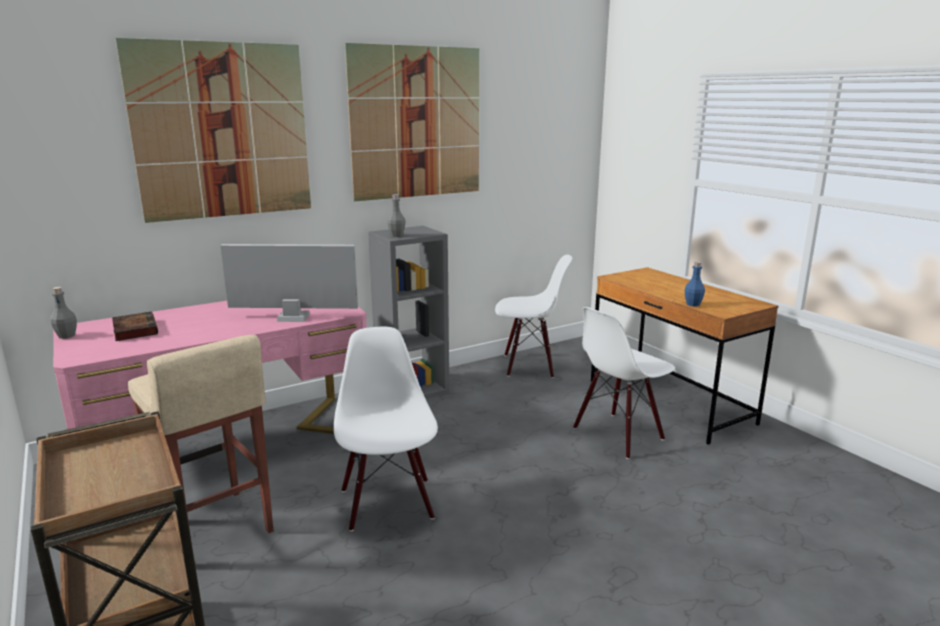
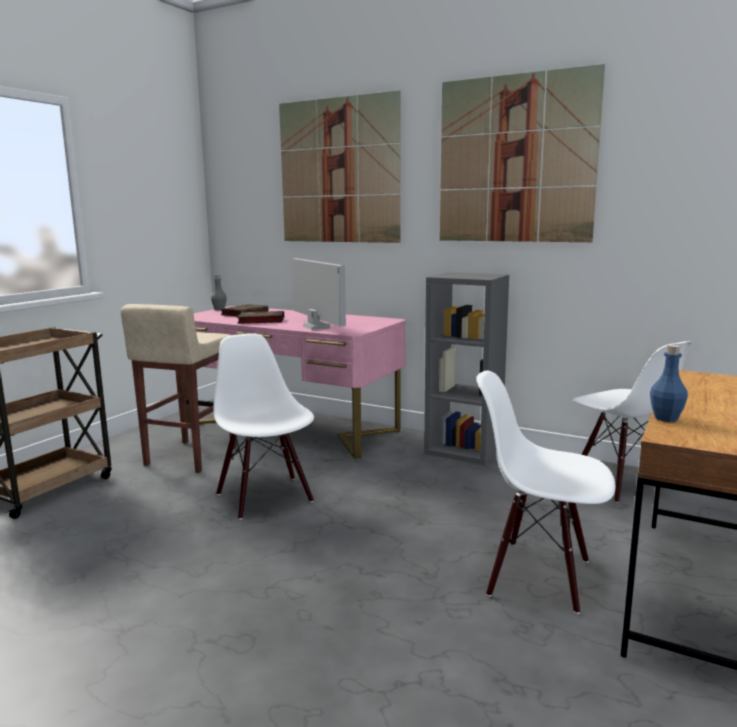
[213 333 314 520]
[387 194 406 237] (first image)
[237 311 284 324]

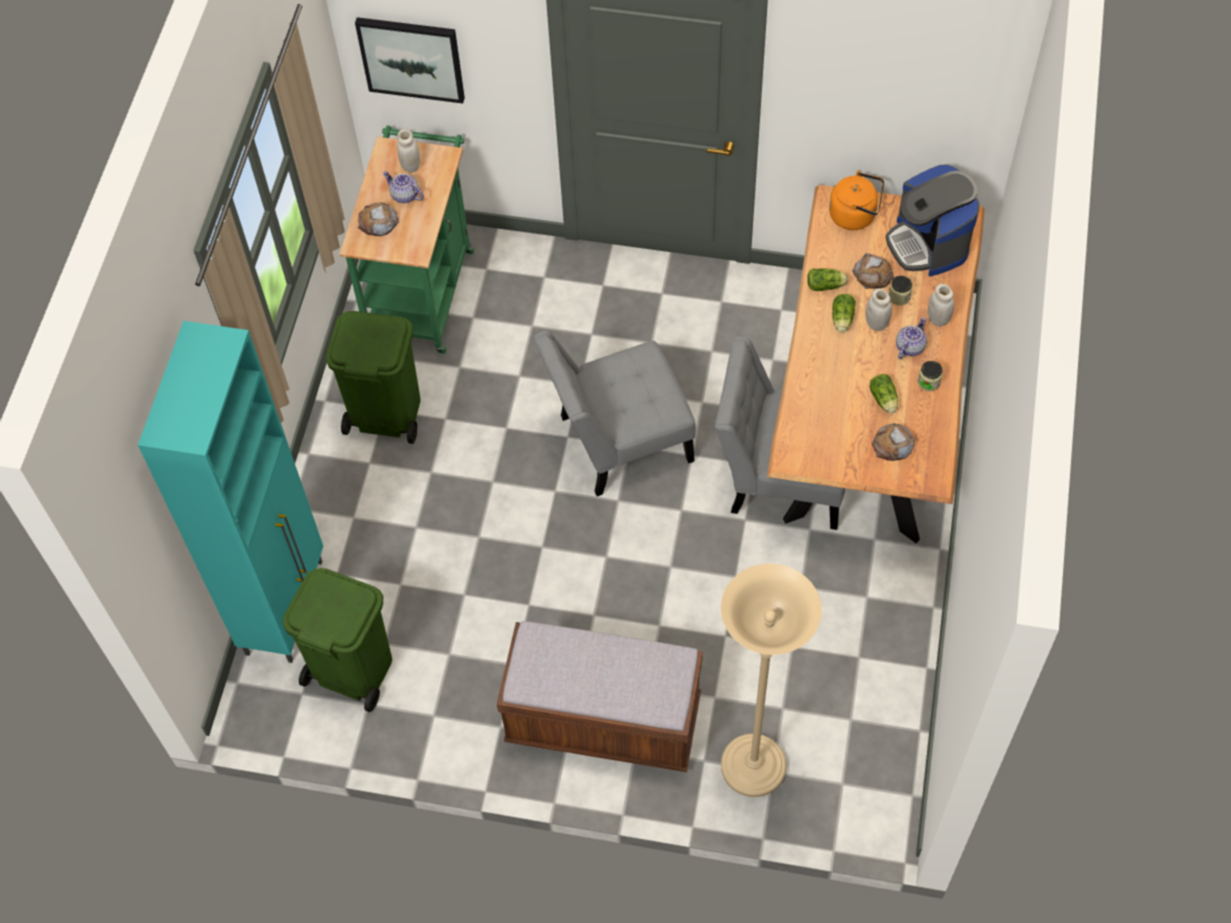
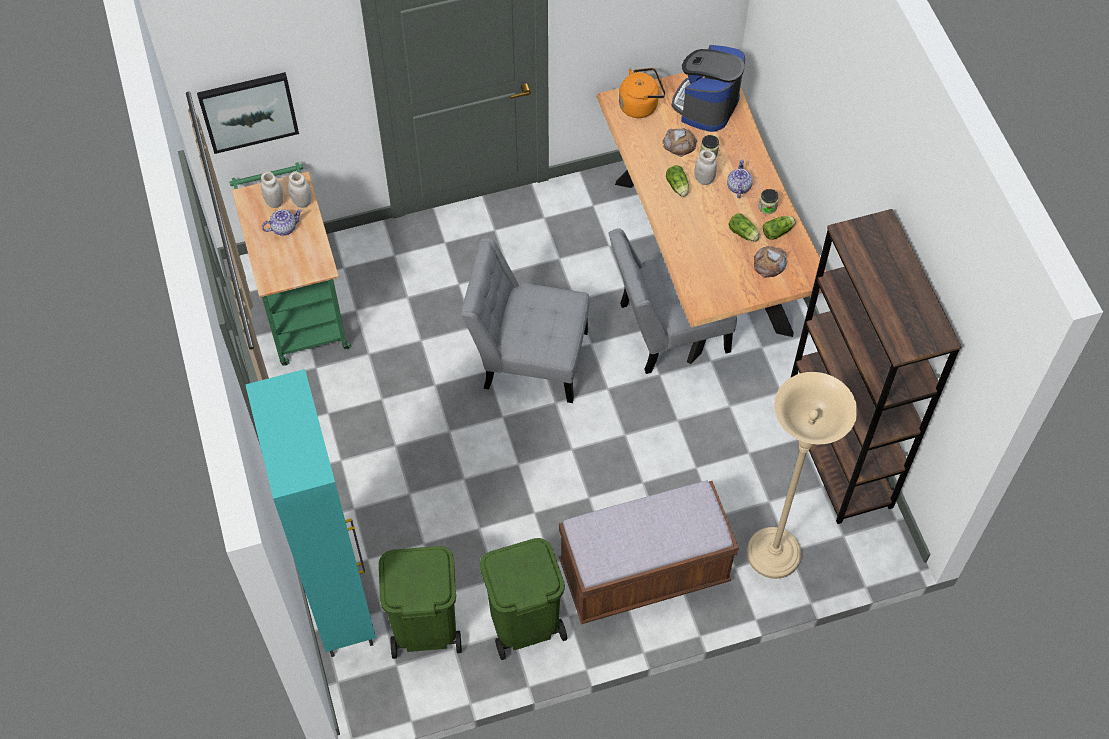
[480 538 567 660]
[358 202 399 236] (first image)
[262 209 302 236]
[461 238 590 403]
[763 216 796 240]
[671 45 745 132]
[288 172 312 208]
[790 209 962 524]

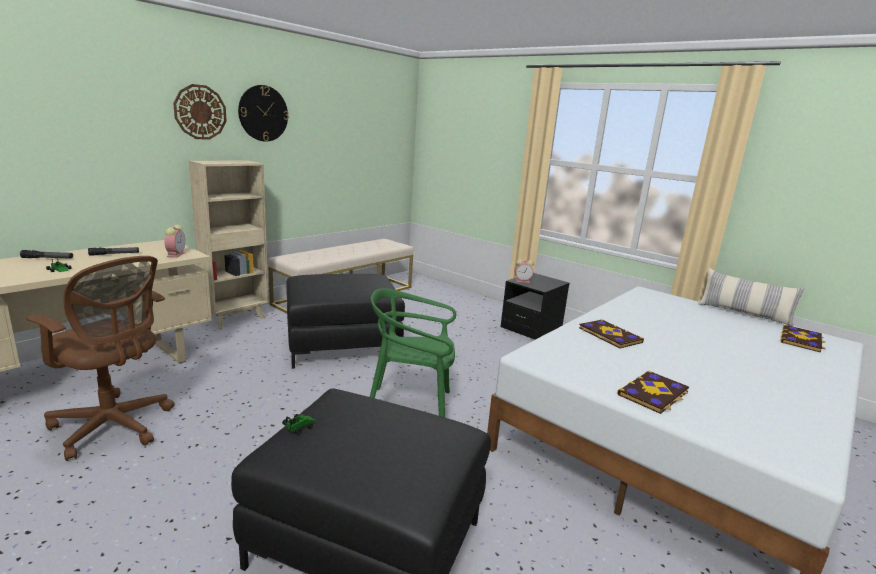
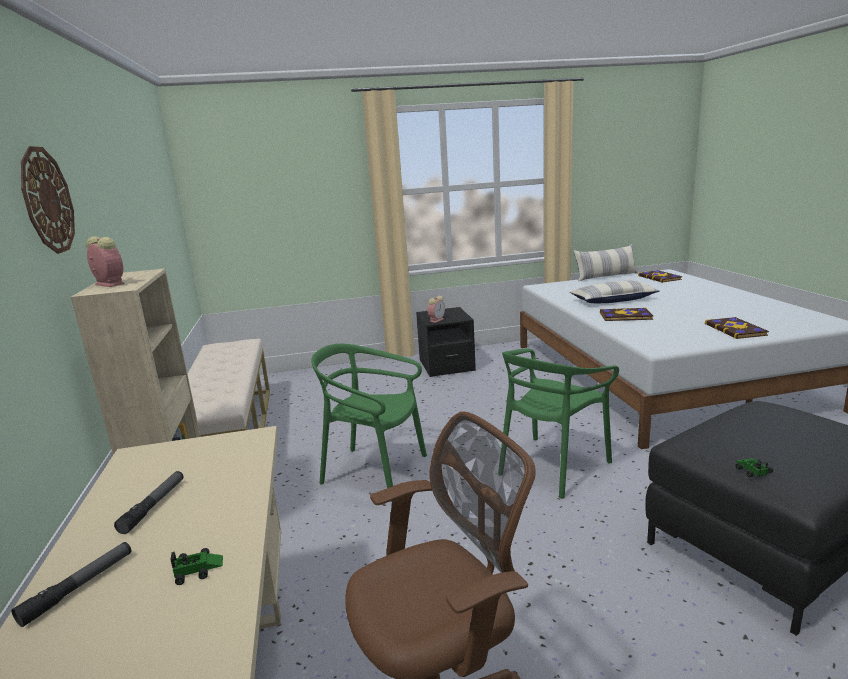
[86 236 125 287]
[238 85 289 142] (first image)
[311 344 427 502]
[570 281 660 303]

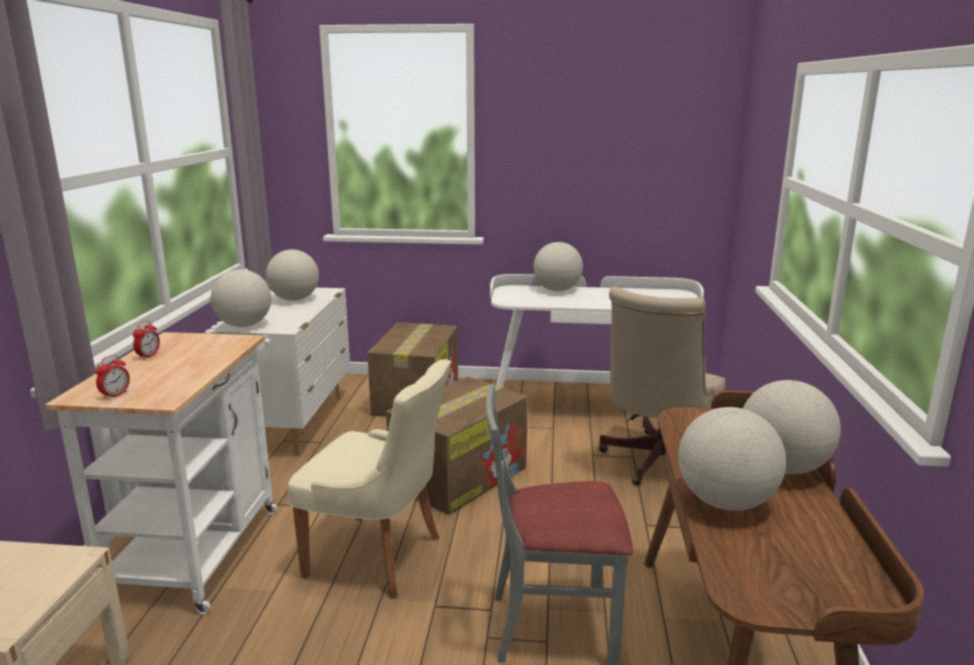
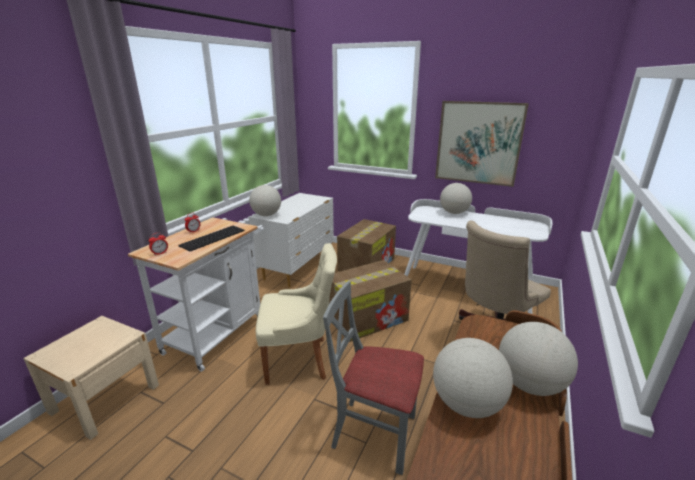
[266 249 319 301] (first image)
[256 243 337 385]
[178 225 245 252]
[435 101 529 187]

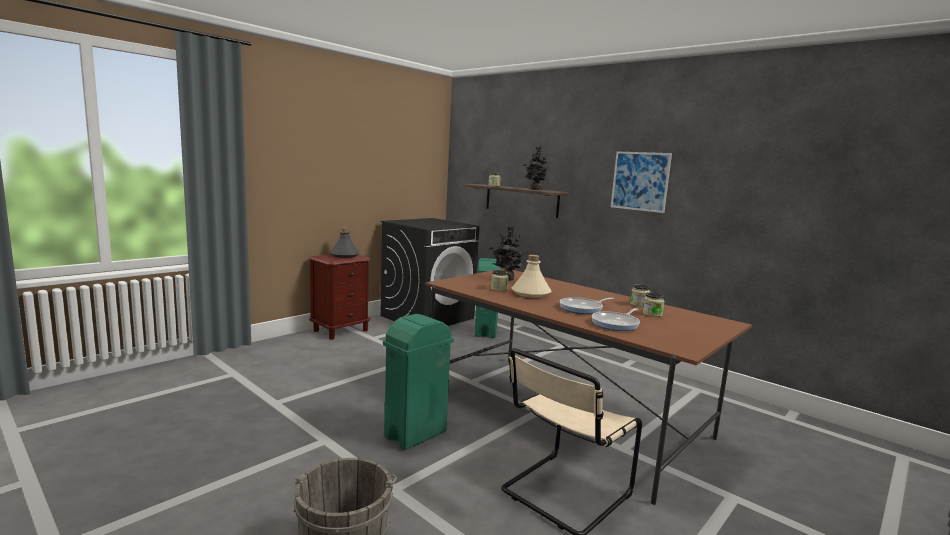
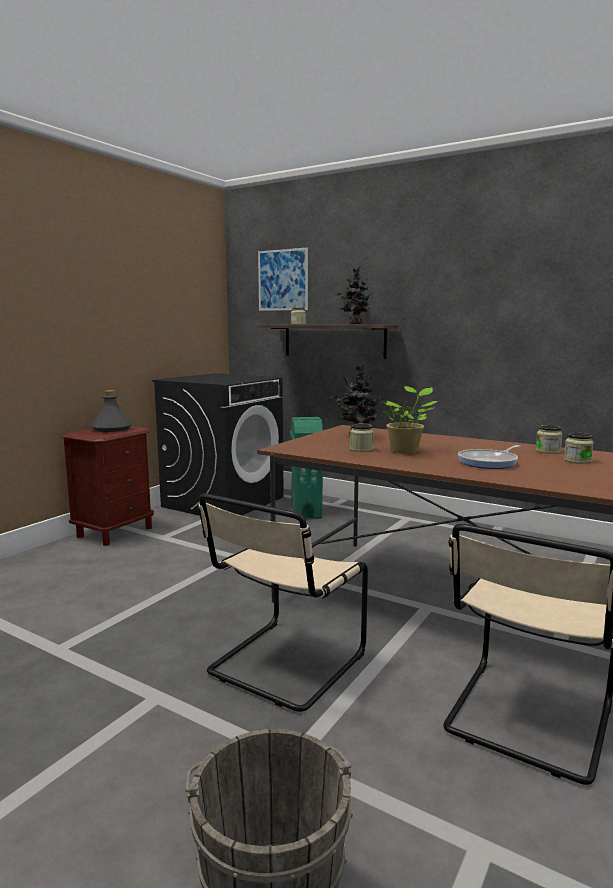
[198 493 368 712]
[381 386 437 454]
[592 308 640 331] (first image)
[258 248 308 311]

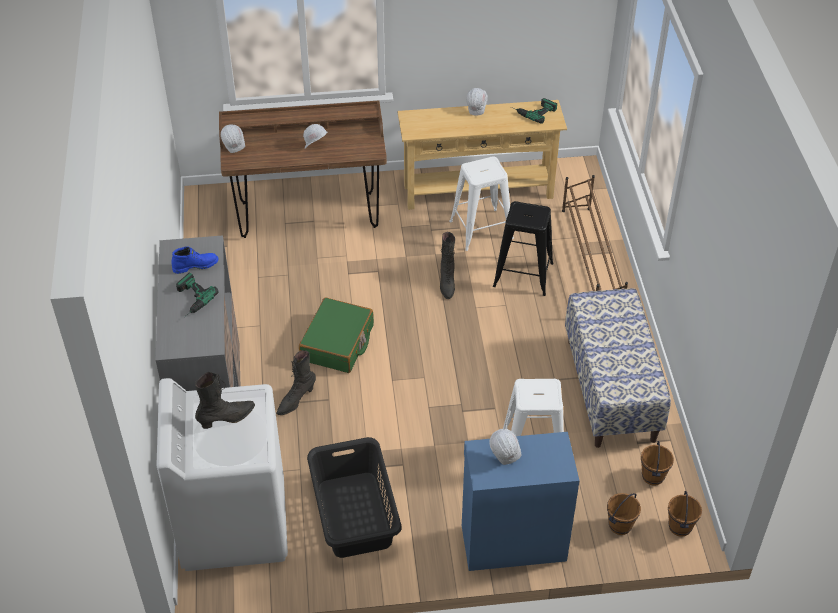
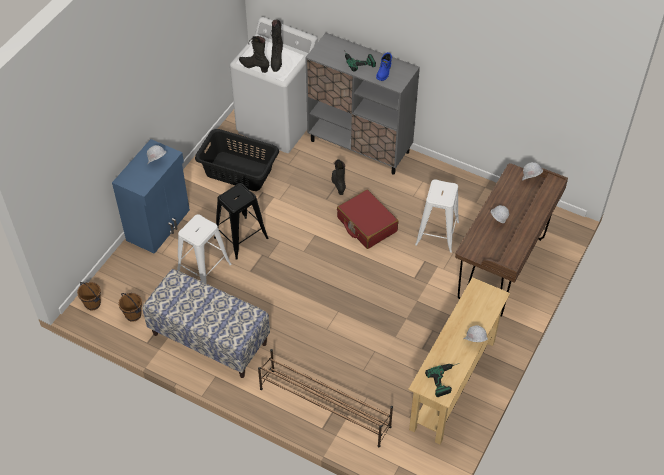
[337 189 399 249]
[239 36 269 73]
[415 179 459 253]
[214 183 268 260]
[607 493 641 535] (first image)

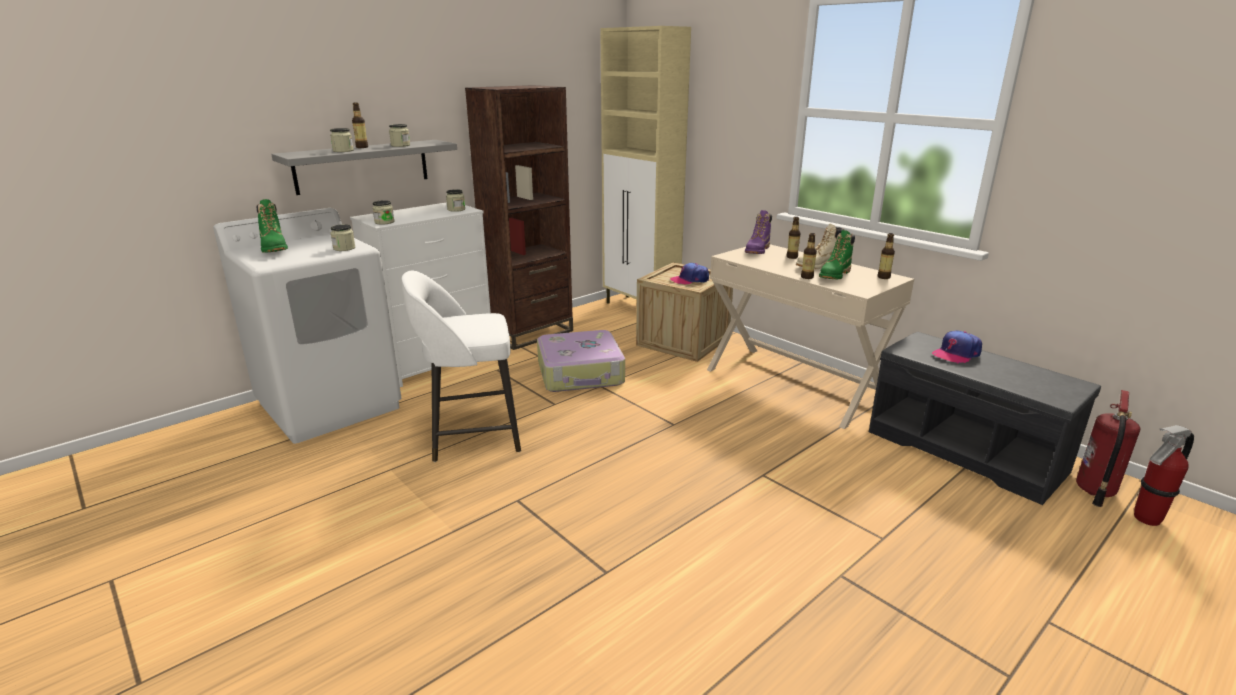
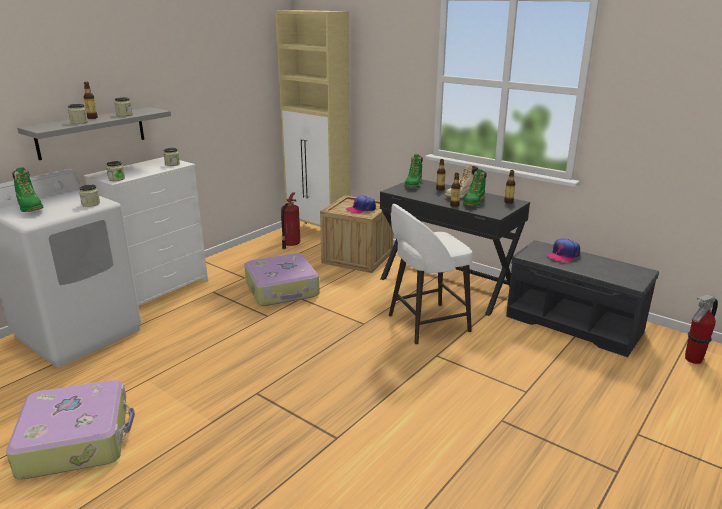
[389 204 473 345]
[465 85 573 350] (first image)
[380 179 530 316]
[404 154 423 188]
[281 192 300 249]
[6 380 135 480]

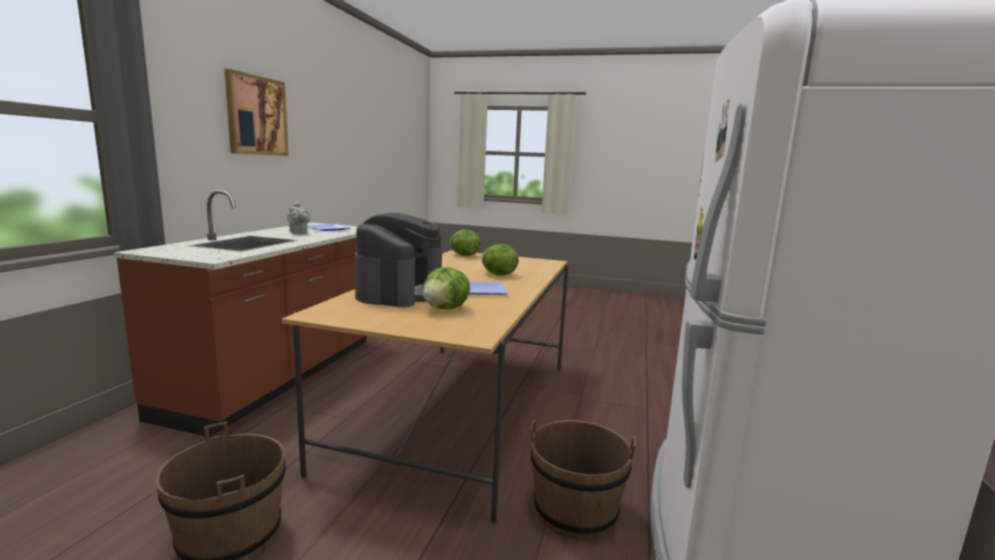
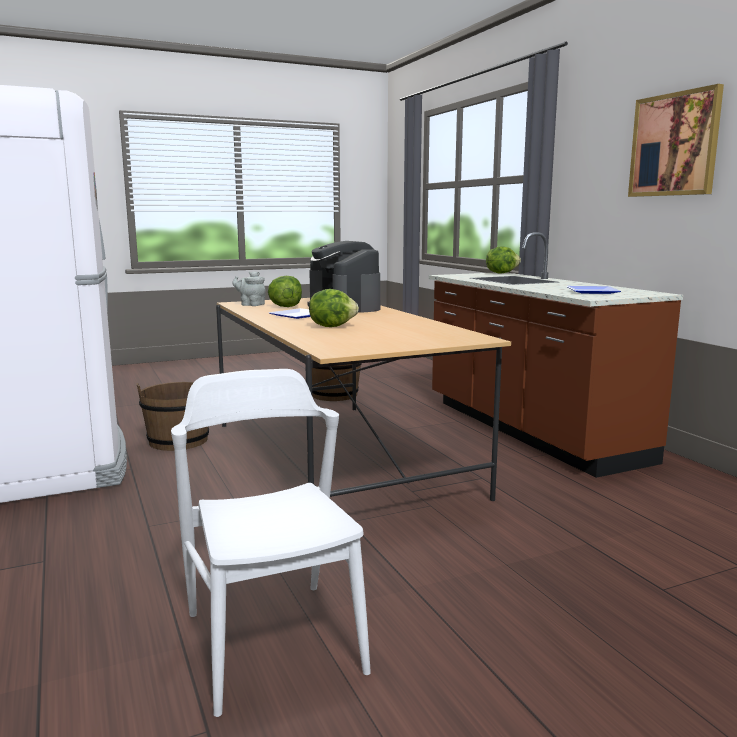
[232 271 266 306]
[486 246 521 274]
[171 369 371 717]

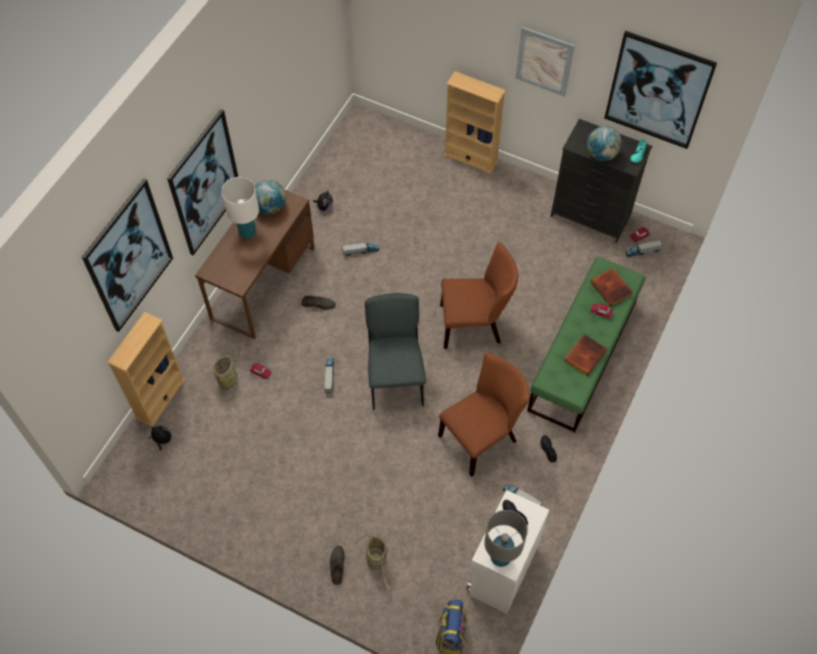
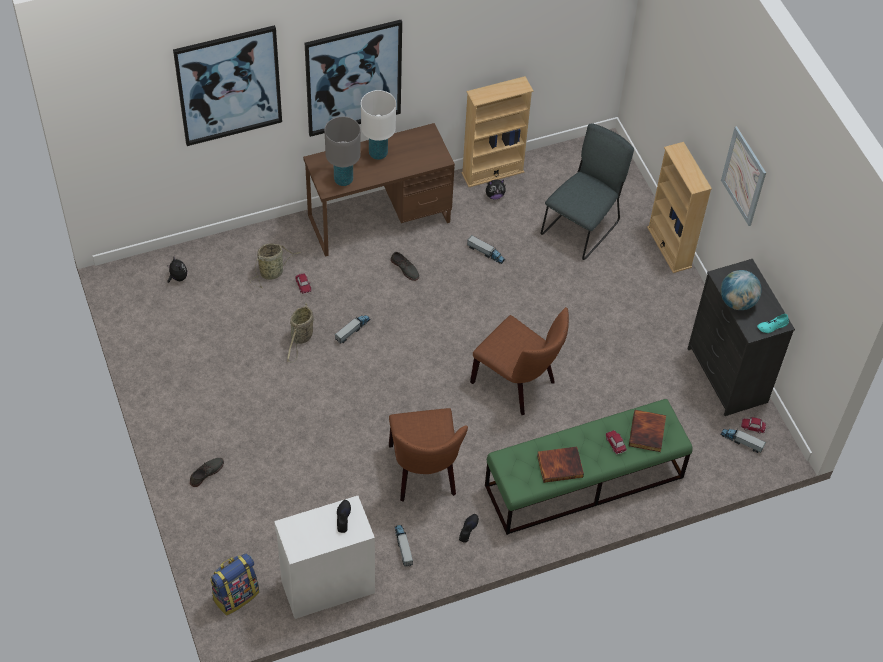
[461 76 533 187]
[255 180 286 214] (first image)
[287 303 314 363]
[541 123 634 260]
[389 408 468 502]
[325 117 361 186]
[604 31 717 149] (first image)

